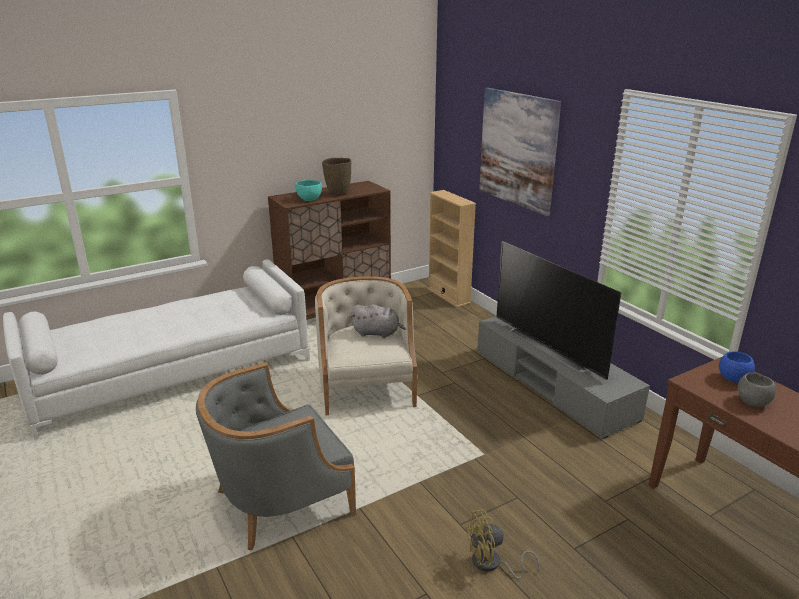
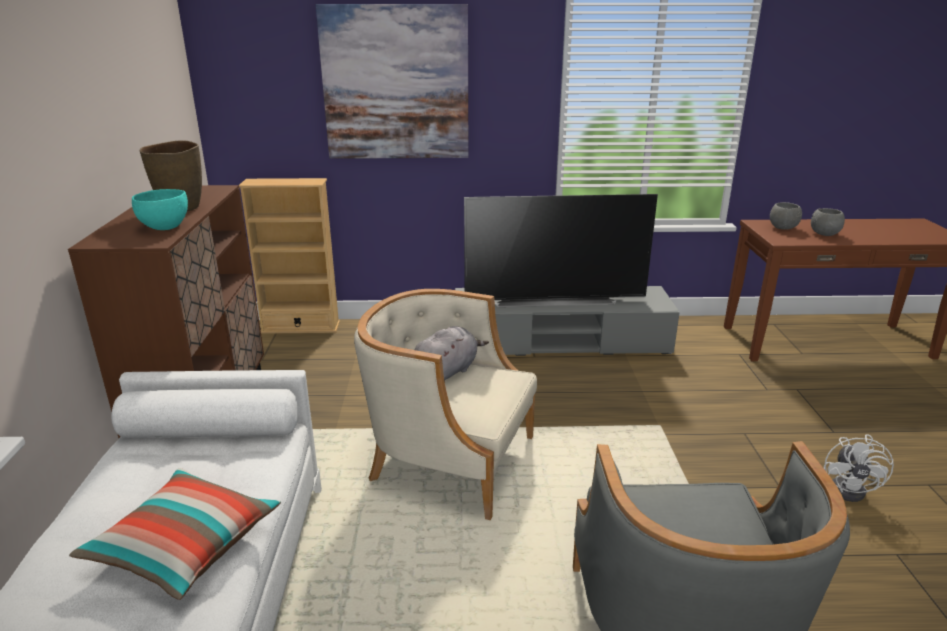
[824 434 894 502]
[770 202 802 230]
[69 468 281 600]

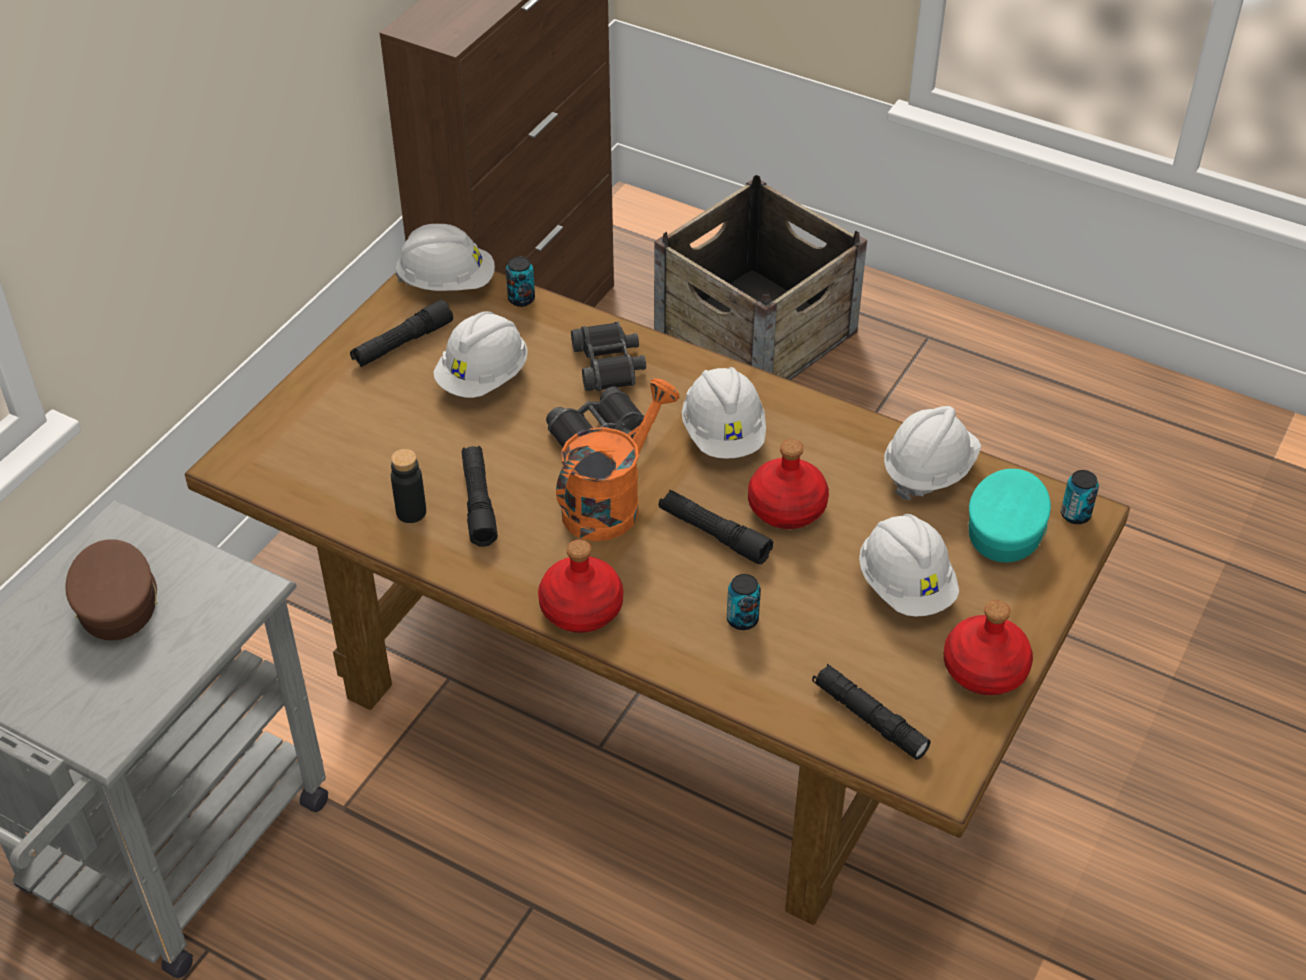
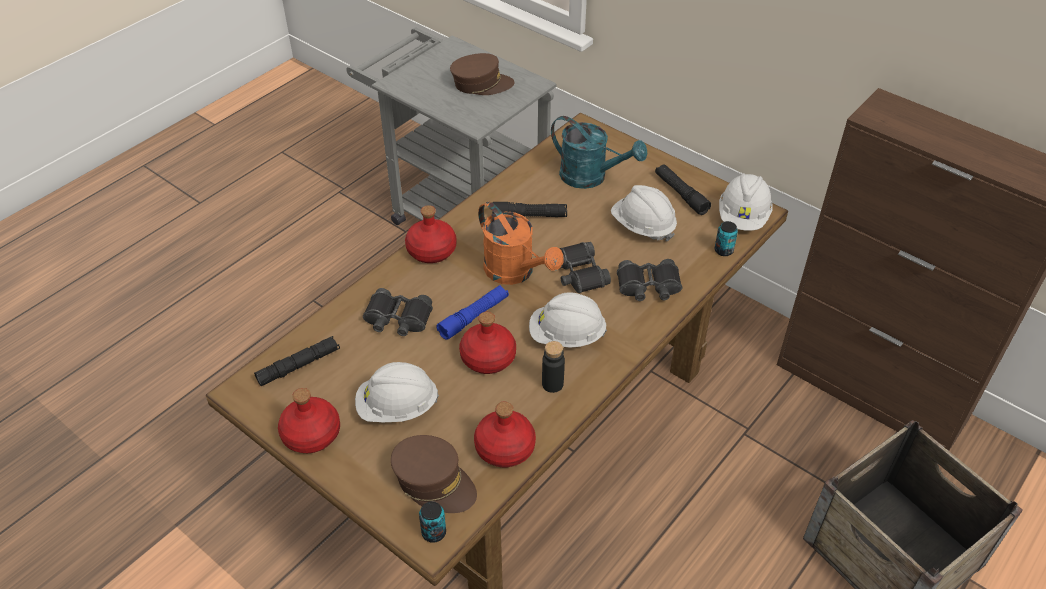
[542 341 565 393]
[436 285 509 340]
[363 288 433 336]
[474 402 536 467]
[391 435 477 513]
[551 116 647 189]

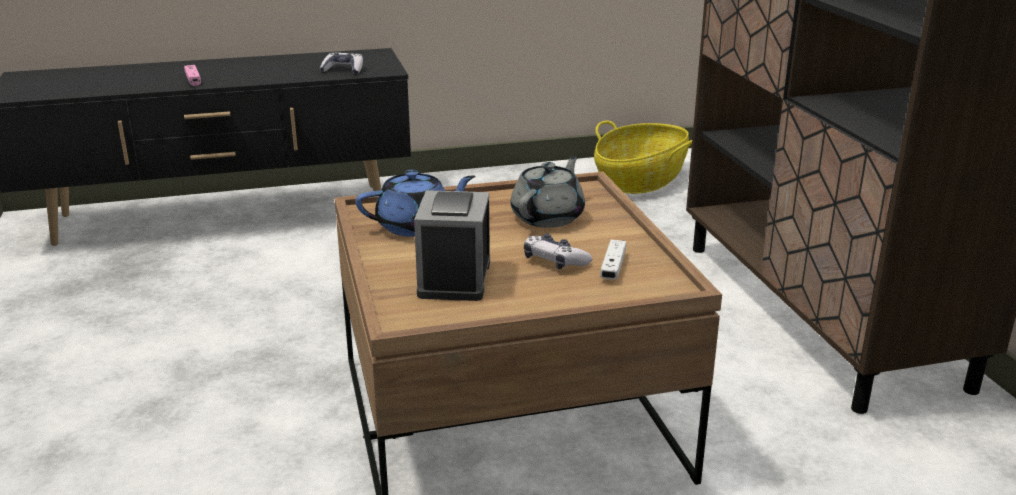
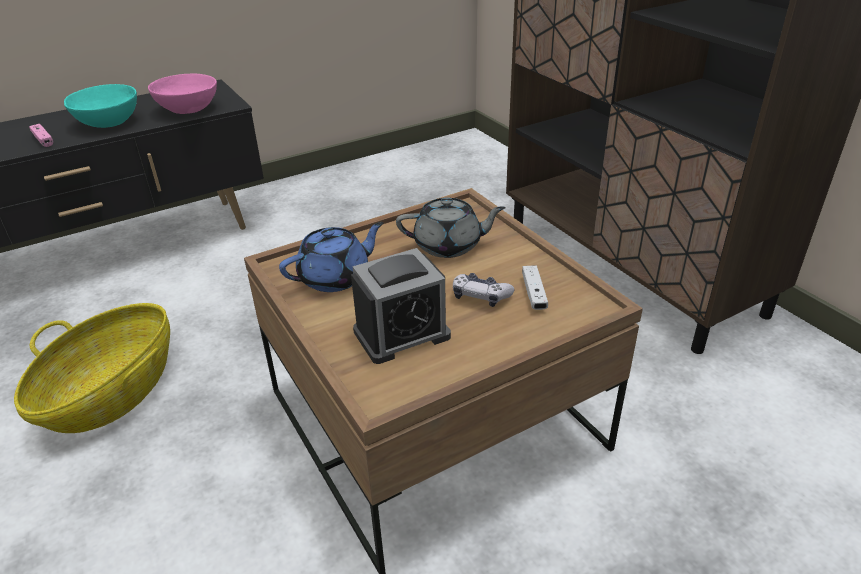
[148 74 217 114]
[351 248 451 364]
[396 197 506 258]
[14 303 170 433]
[64 84 137 128]

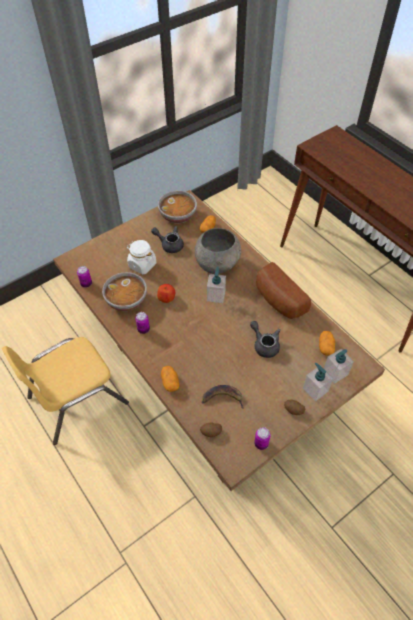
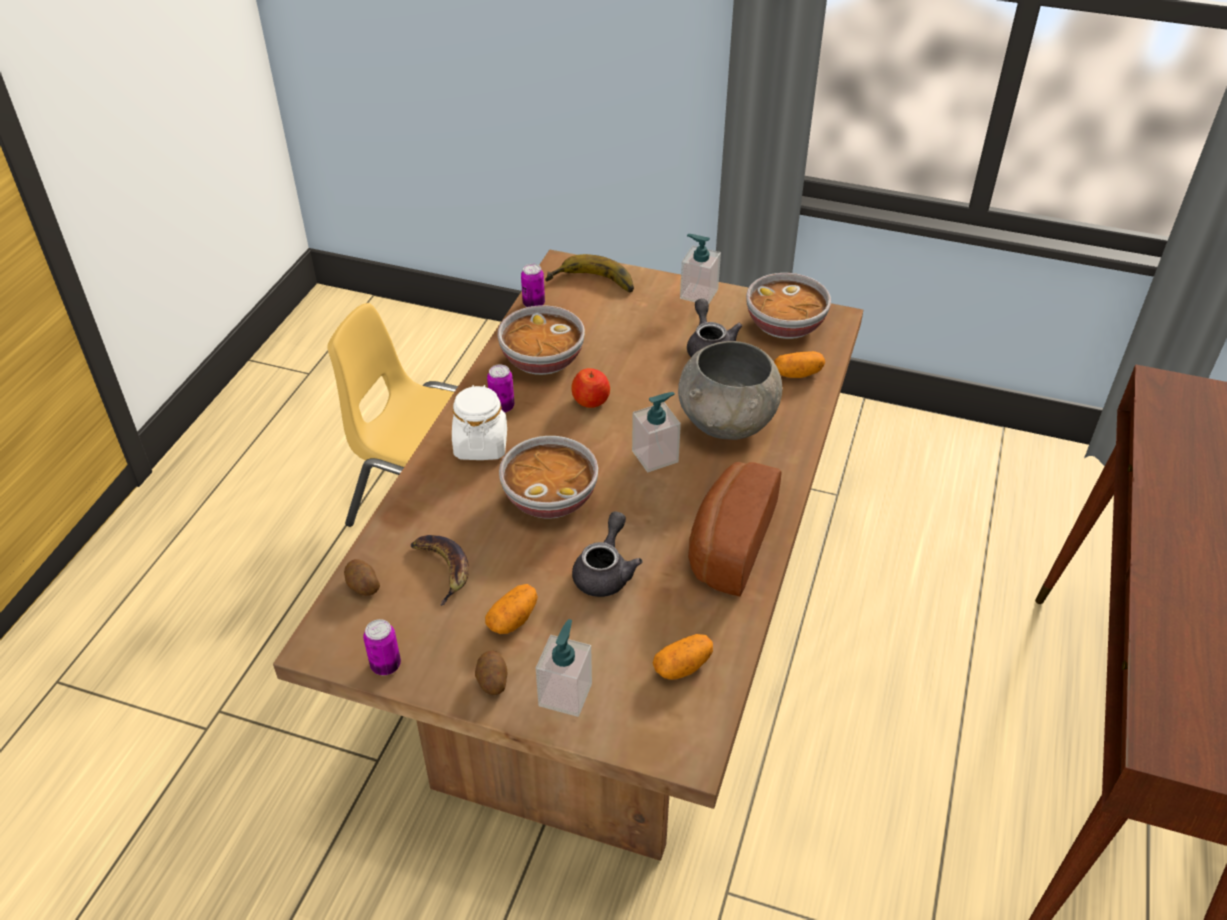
[452 385 507 460]
[485 584 538 634]
[680 234 721 305]
[499 436 598 519]
[545 254 634 292]

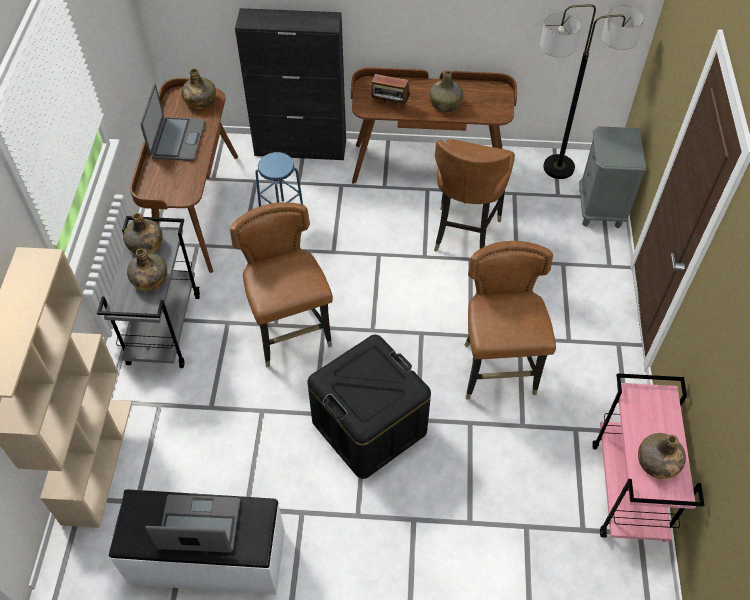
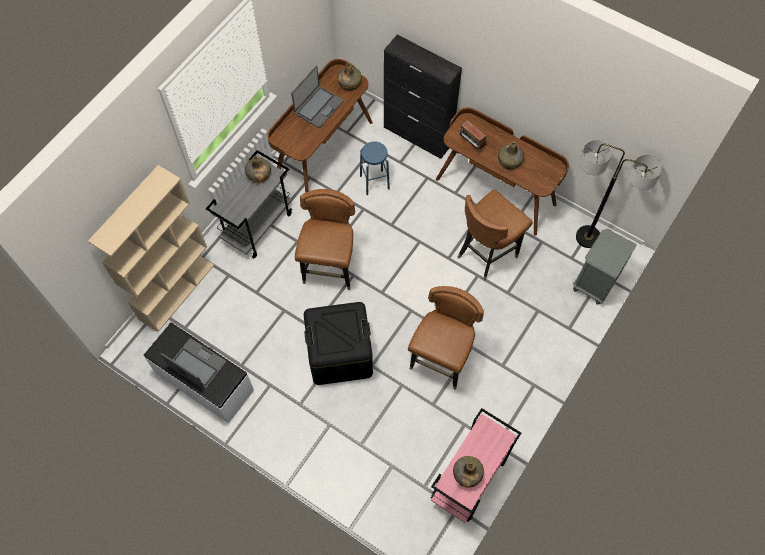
[127 248 167 291] (first image)

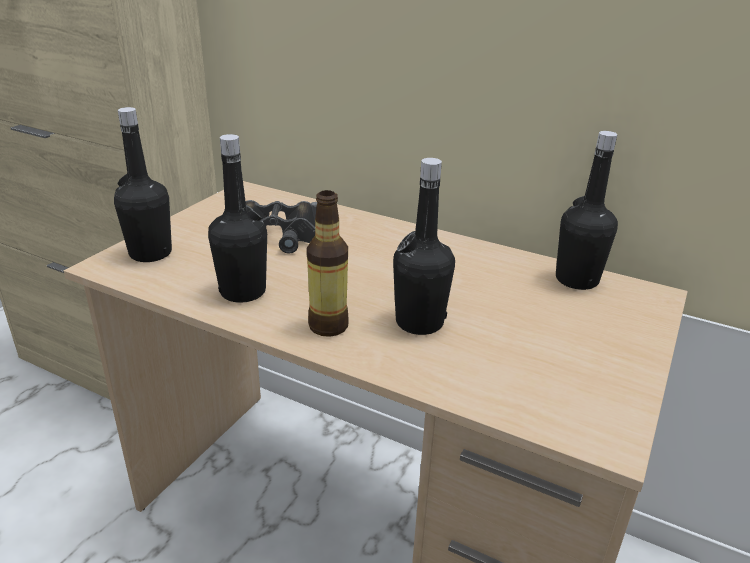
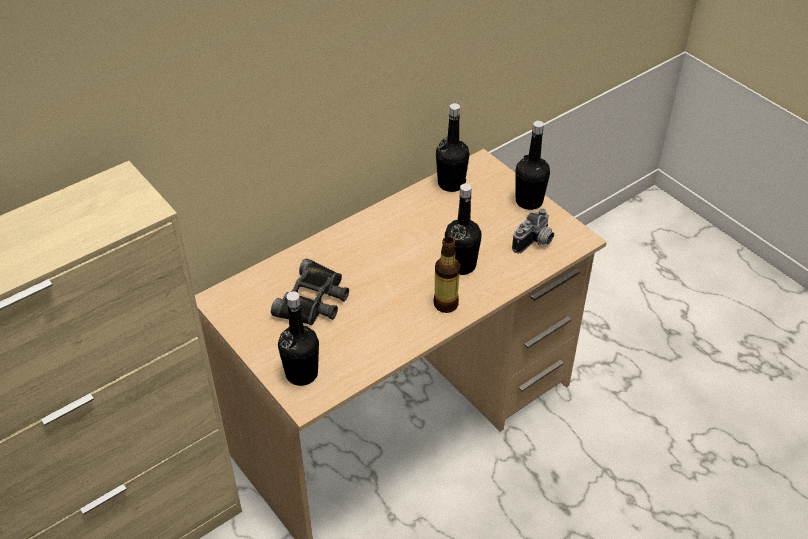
[516 121 550 210]
[512 208 554 253]

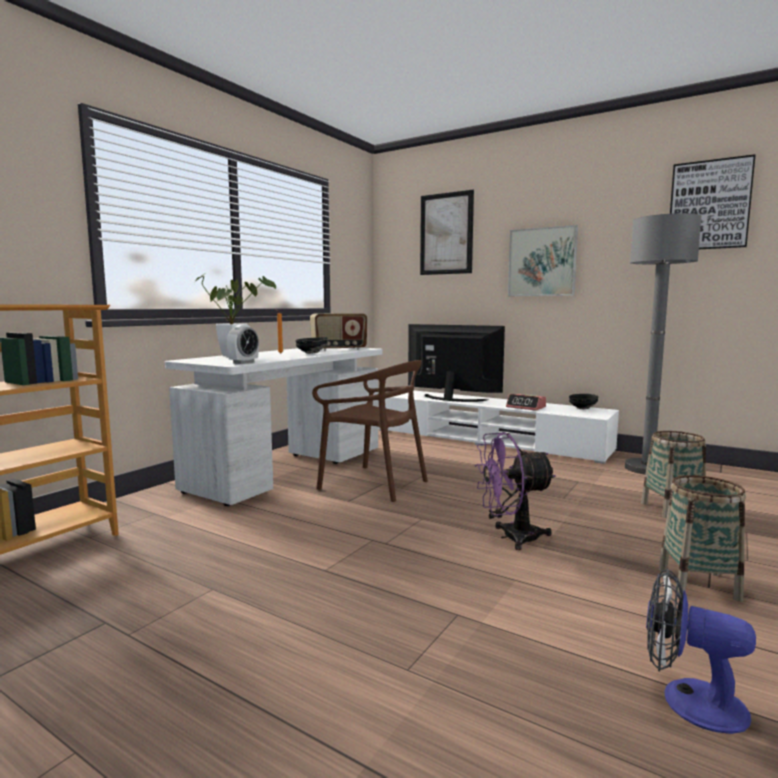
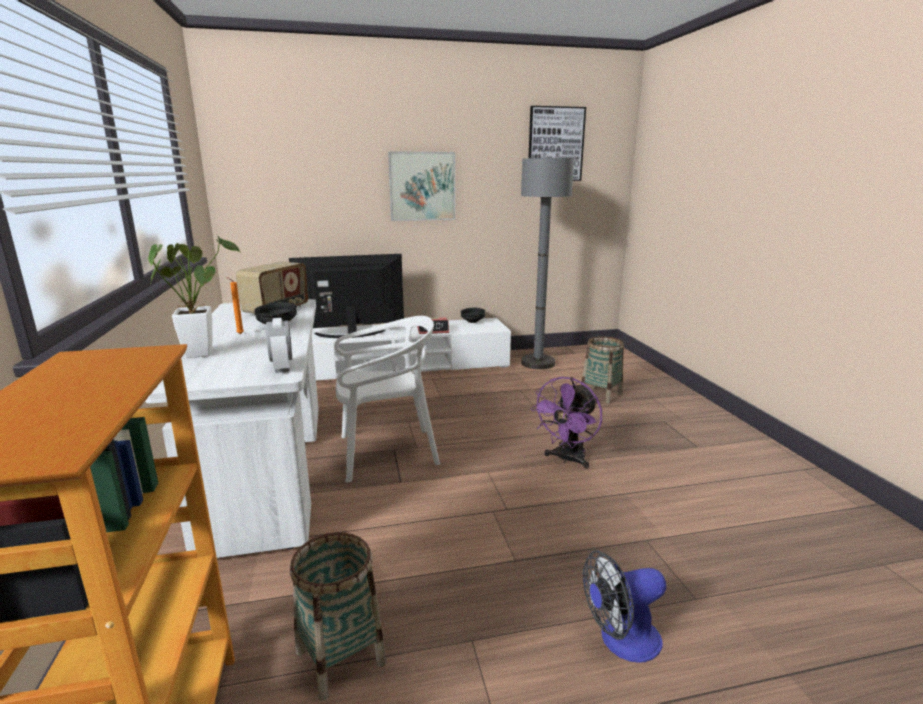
[334 316 440 483]
[420 190 474 275] (first image)
[583 550 666 663]
[290 532 386 701]

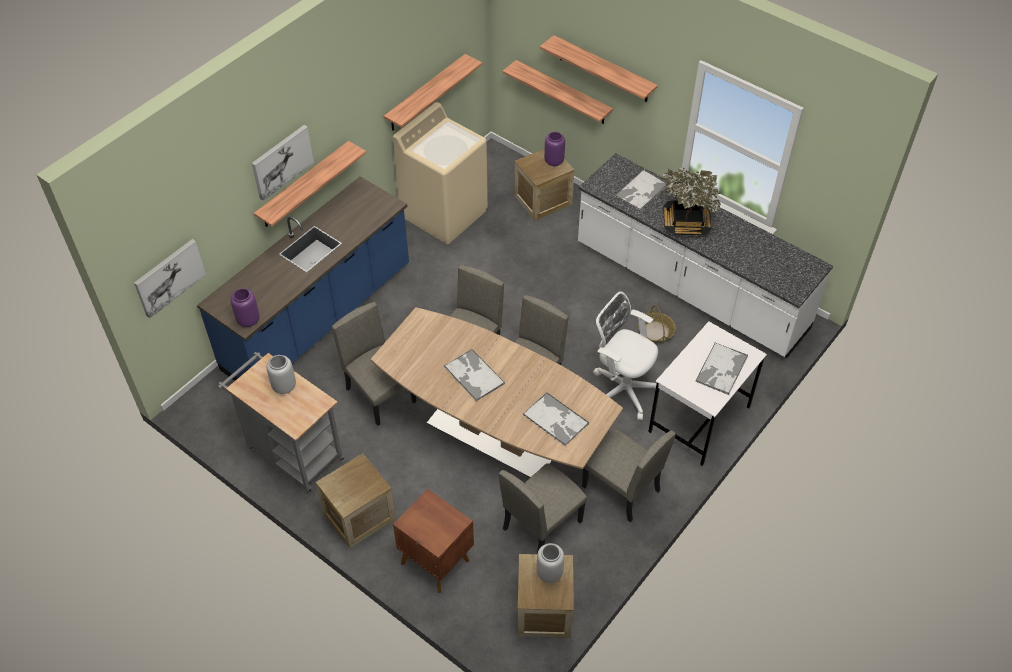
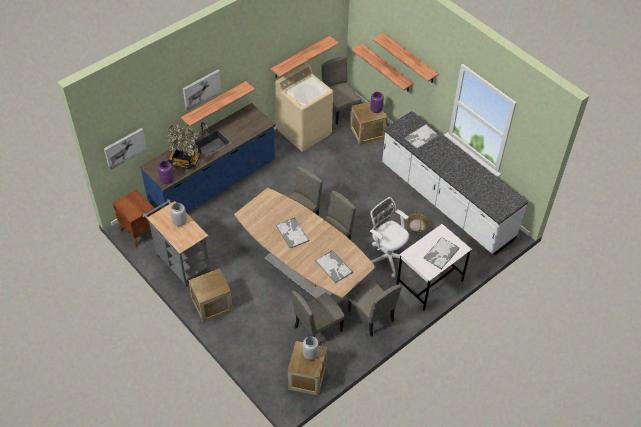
[321 57 361 125]
[113 189 155 248]
[167 124 201 169]

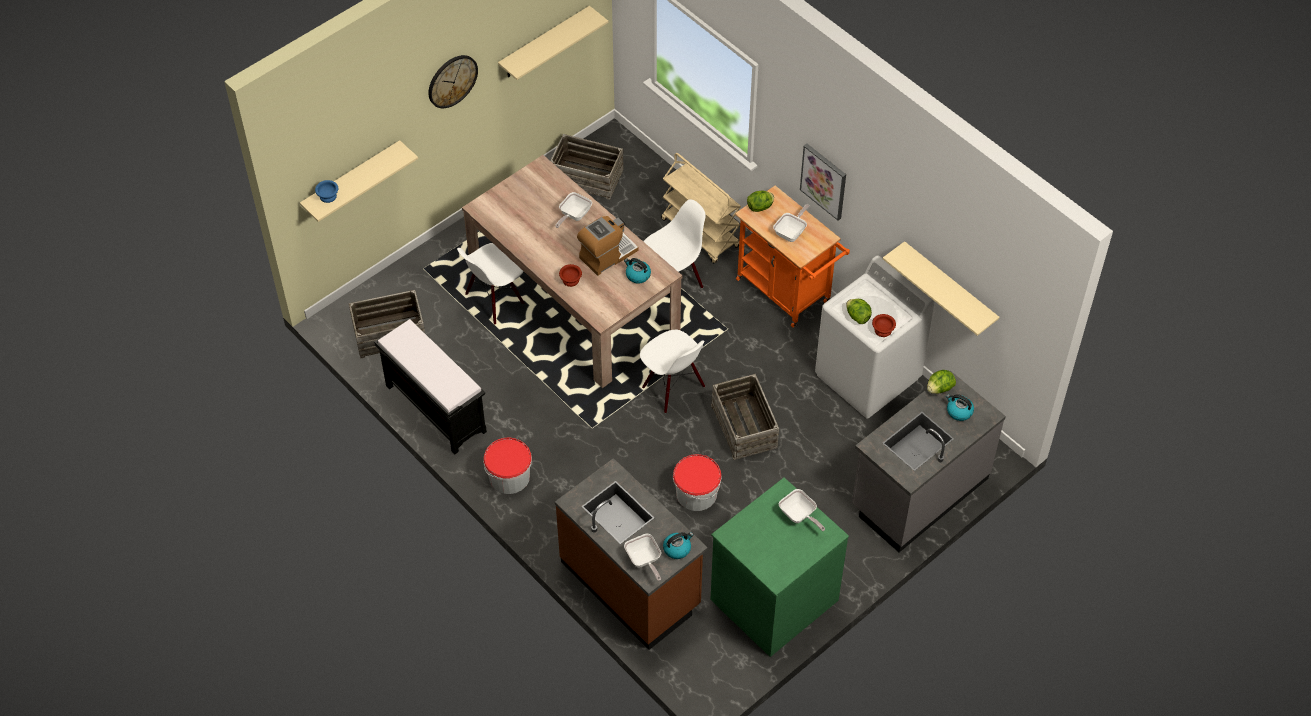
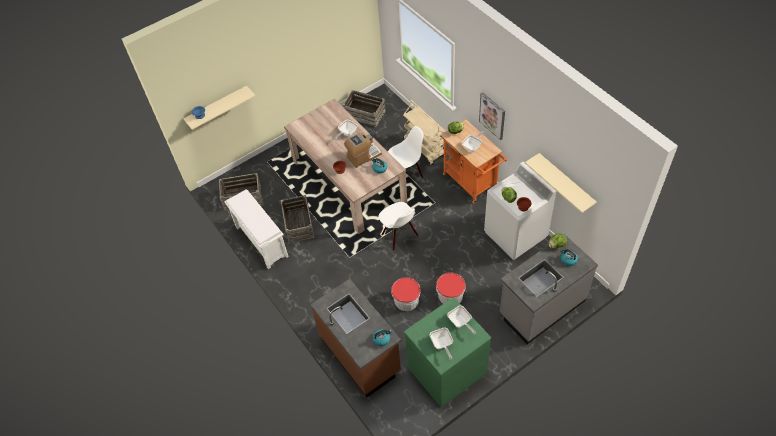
[224 189 289 269]
[428 55 478 108] (first image)
[457 243 524 325] (first image)
[436 272 466 304]
[498 6 608 80] (first image)
[430 327 453 360]
[280 195 315 243]

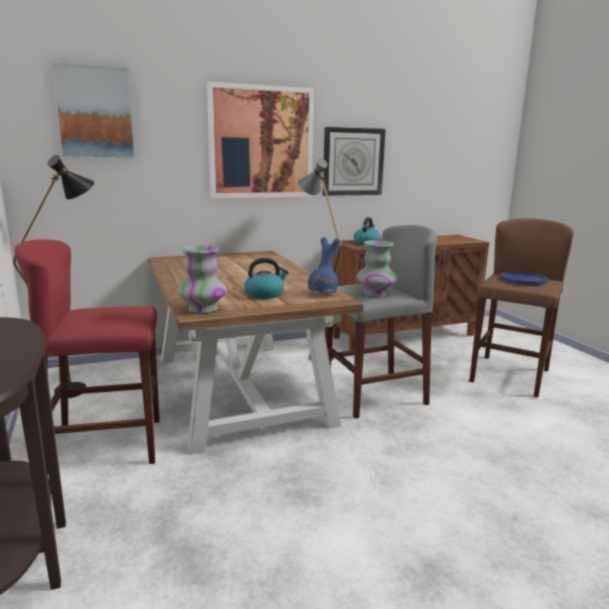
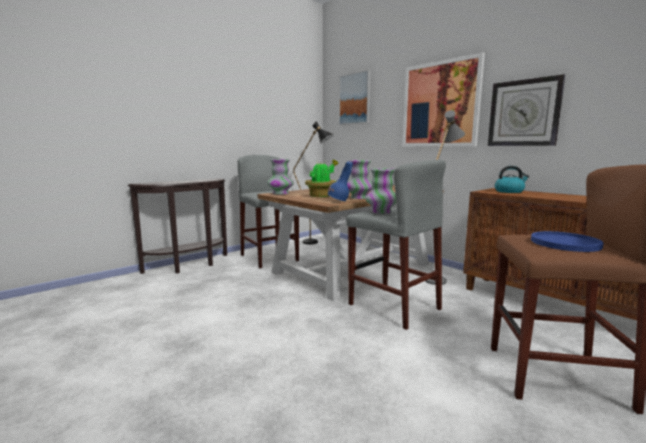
[238 155 299 268]
[305 160 338 197]
[347 160 373 199]

